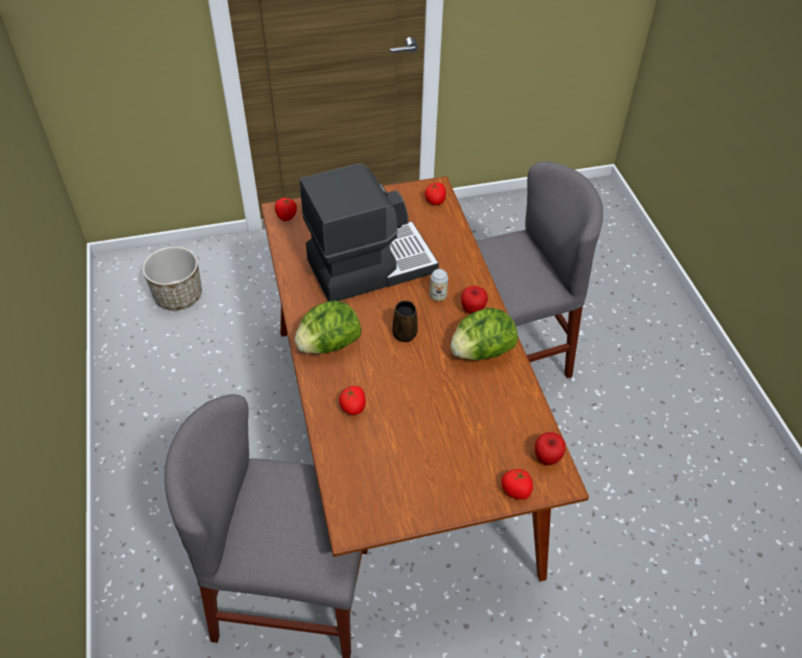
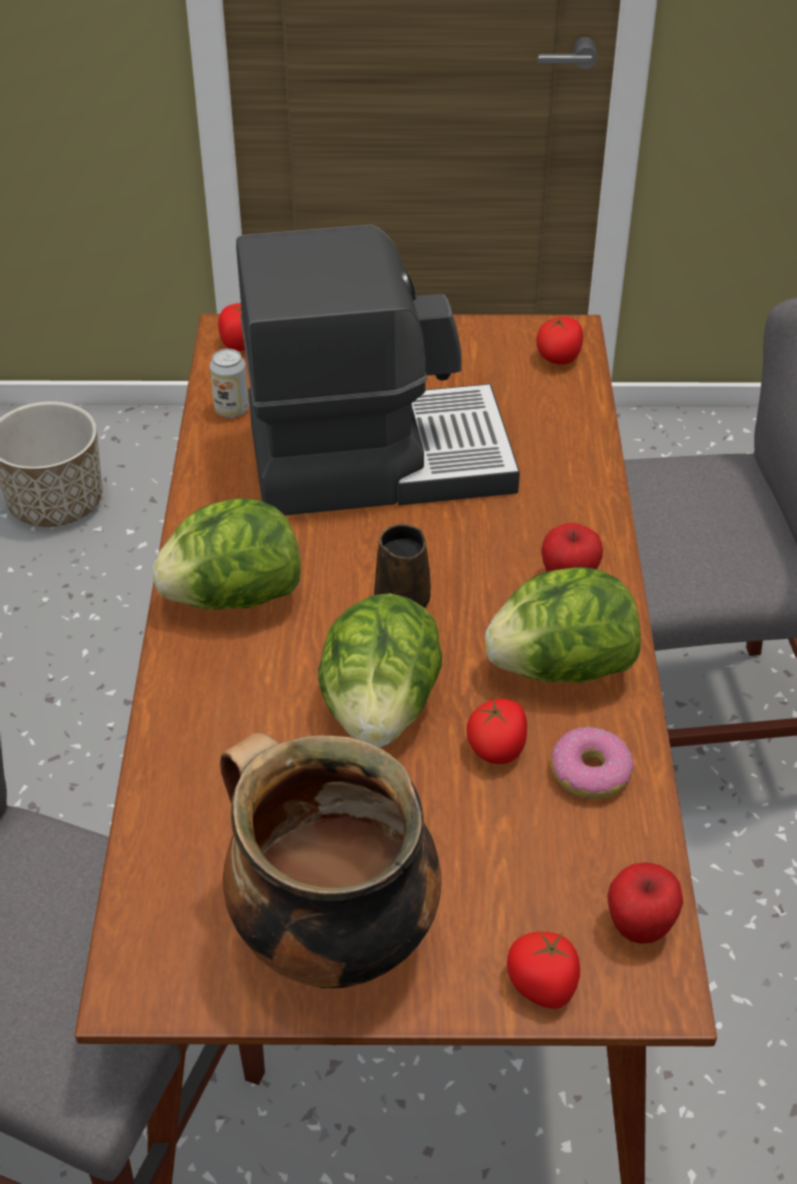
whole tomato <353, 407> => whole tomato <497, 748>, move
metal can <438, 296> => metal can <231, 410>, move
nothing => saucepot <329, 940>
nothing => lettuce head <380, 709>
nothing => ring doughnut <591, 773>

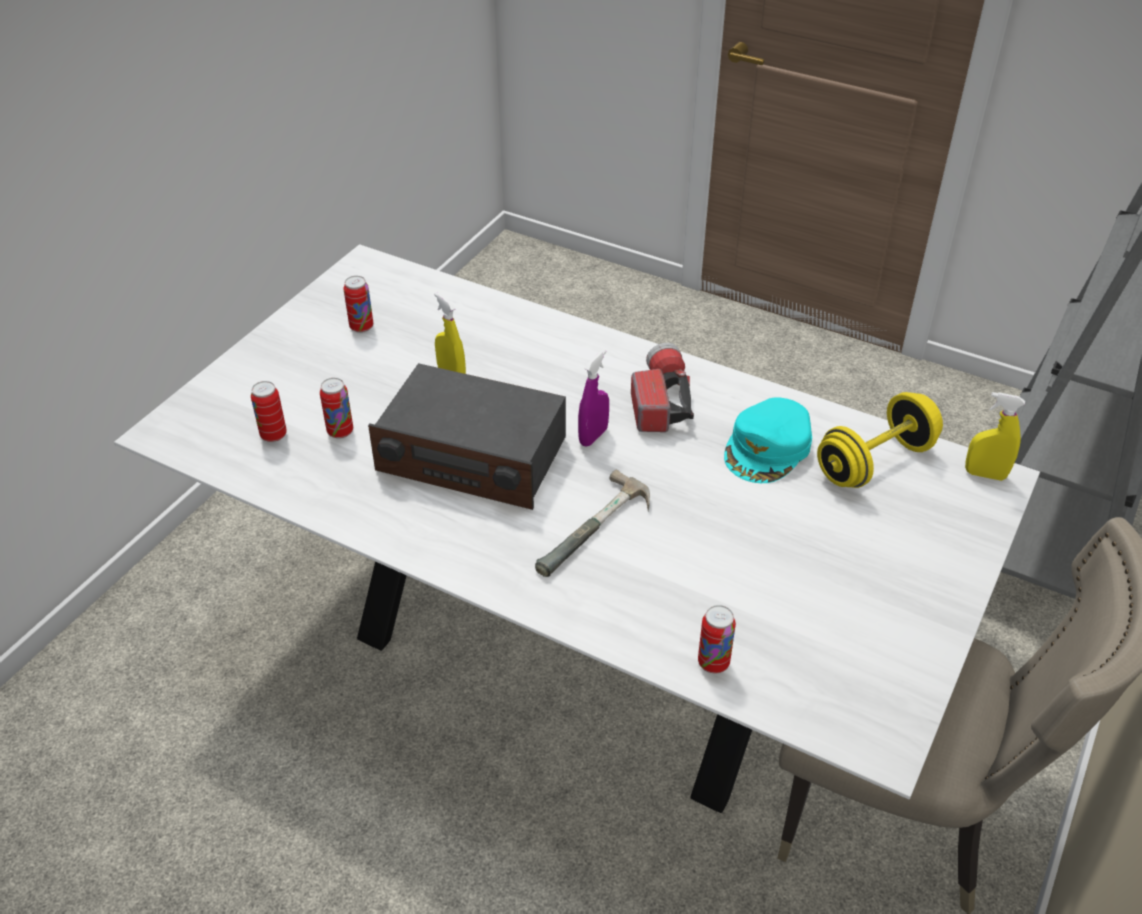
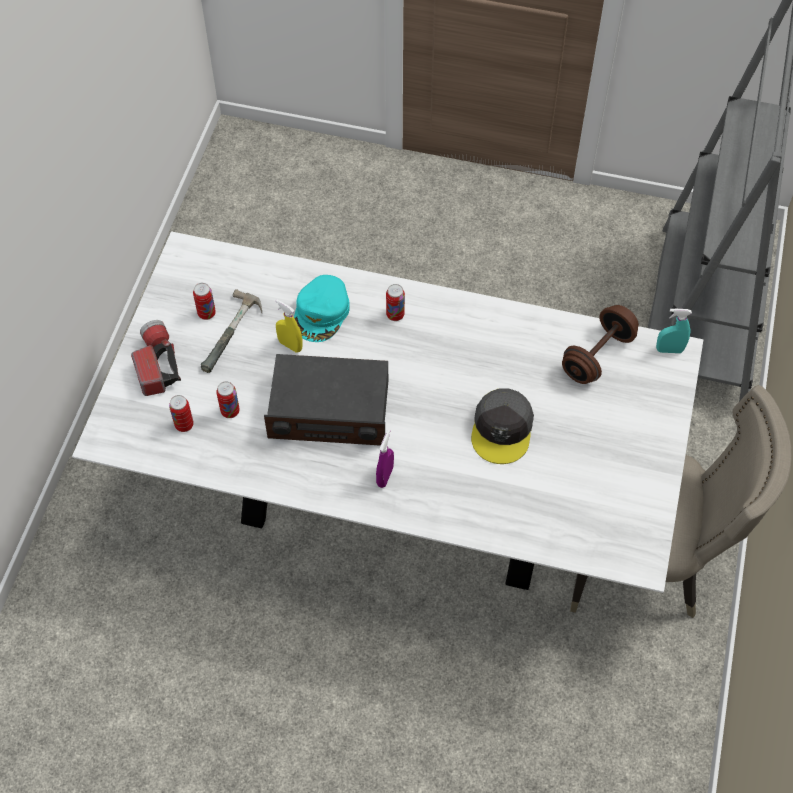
hand hammer <598, 532> => hand hammer <234, 335>, move
purple-coloured sprayer <593, 436> => purple-coloured sprayer <385, 476>, move
torch <660, 401> => torch <156, 364>, move
metal can <713, 663> => metal can <395, 315>, move
turquoise-coloured baseball cap <768, 448> => turquoise-coloured baseball cap <322, 313>, move
yellow dumbbell <874, 462> => brown-coloured dumbbell <597, 356>
yellow sprayer <985, 474> => turquoise-coloured sprayer <669, 350>
nothing => grey baseball cap <502, 429>

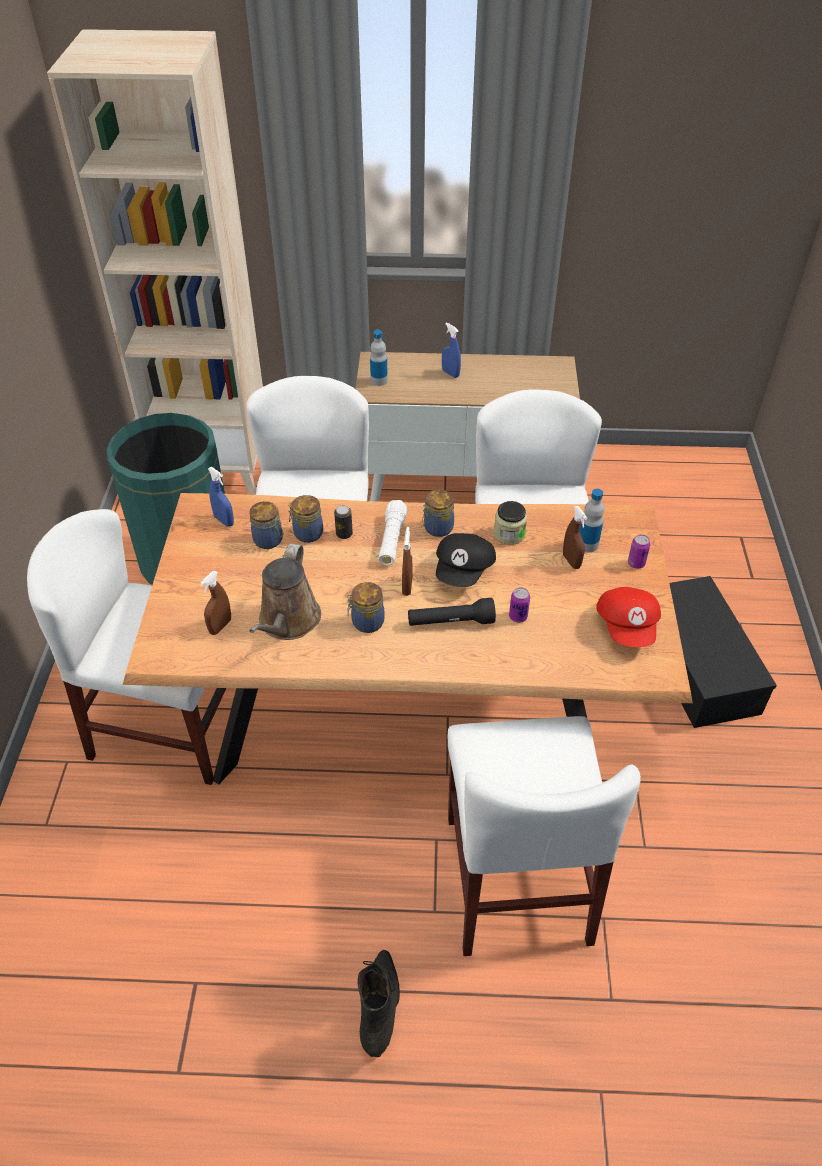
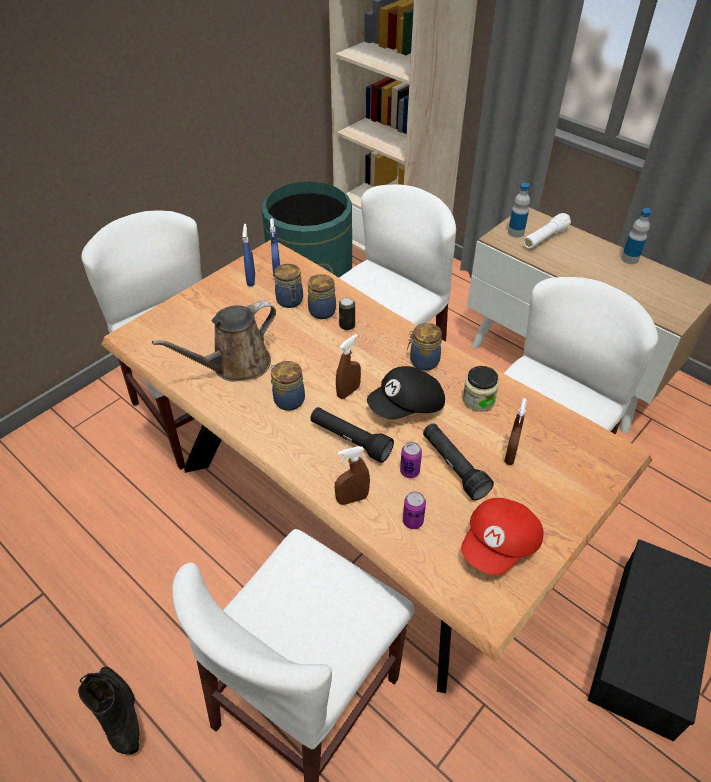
brown-coloured sprayer <220, 626> => brown-coloured sprayer <352, 499>, move
black-coloured boot <381, 1008> => black-coloured boot <122, 713>, 75 degrees counterclockwise
white-coloured torch <392, 540> => white-coloured torch <545, 238>, move
blue-coloured sprayer <450, 373> => blue-coloured sprayer <251, 280>, move
bottle <587, 544> => bottle <629, 259>, move
metal can <636, 563> => metal can <413, 521>, move
nothing => black-coloured torch <453, 467>

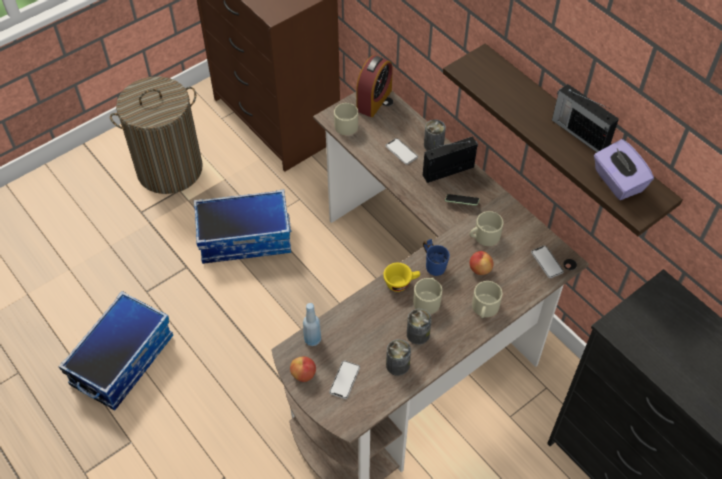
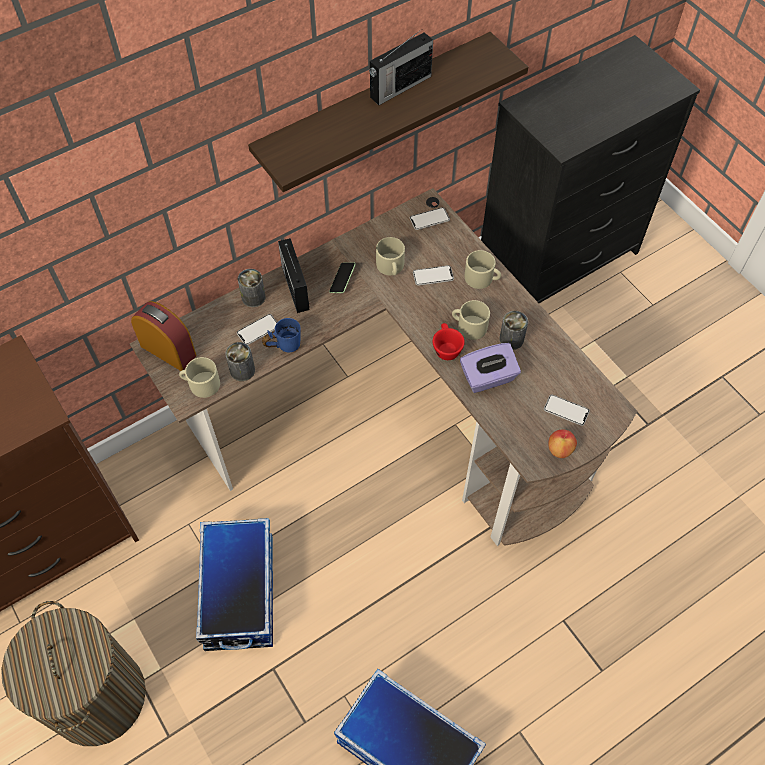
blue-coloured bottle <312, 339> => nothing
yellow drinking cup <401, 283> => red-coloured drinking cup <446, 348>
metal can <397, 365> => metal can <242, 370>, move
blue-coloured tea mug <435, 264> => blue-coloured tea mug <283, 344>, move
apple <480, 269> => phone <433, 276>
purple-coloured box of tissues <617, 182> => purple-coloured box of tissues <488, 378>, move

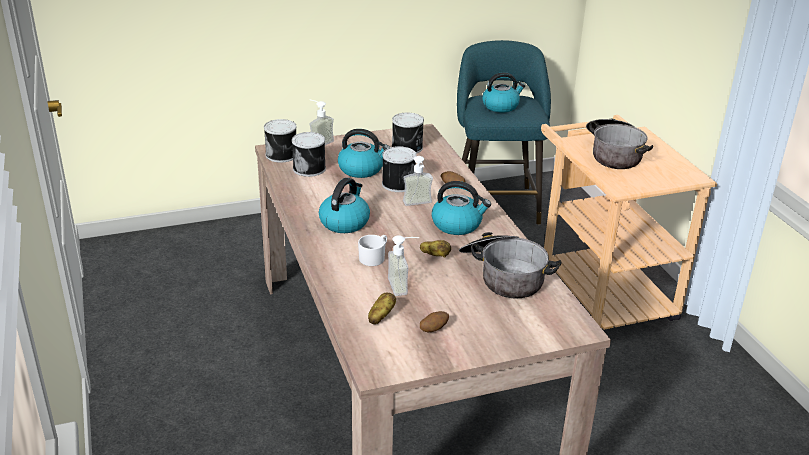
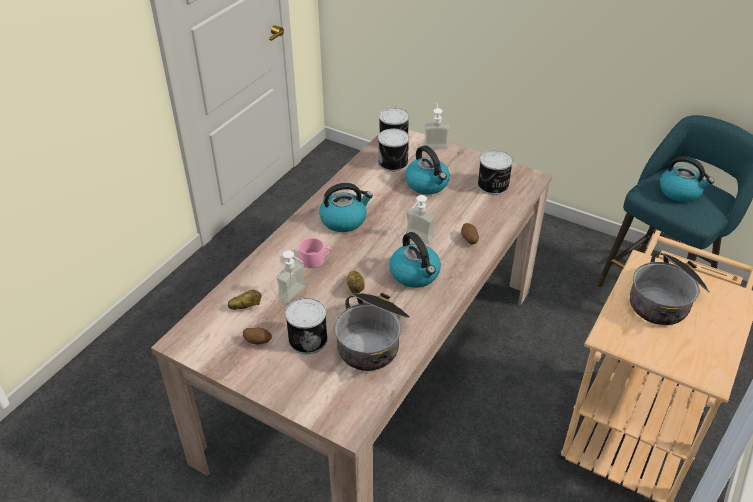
white-coloured tea mug <374, 257> => pink-coloured tea mug <316, 260>
metal can <397, 183> => metal can <308, 338>, move

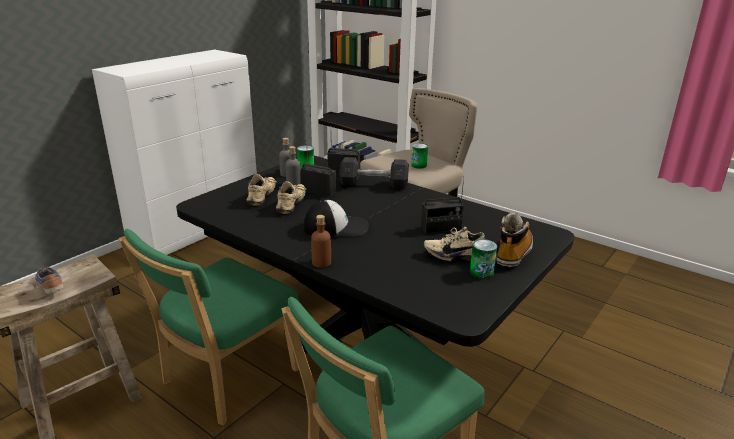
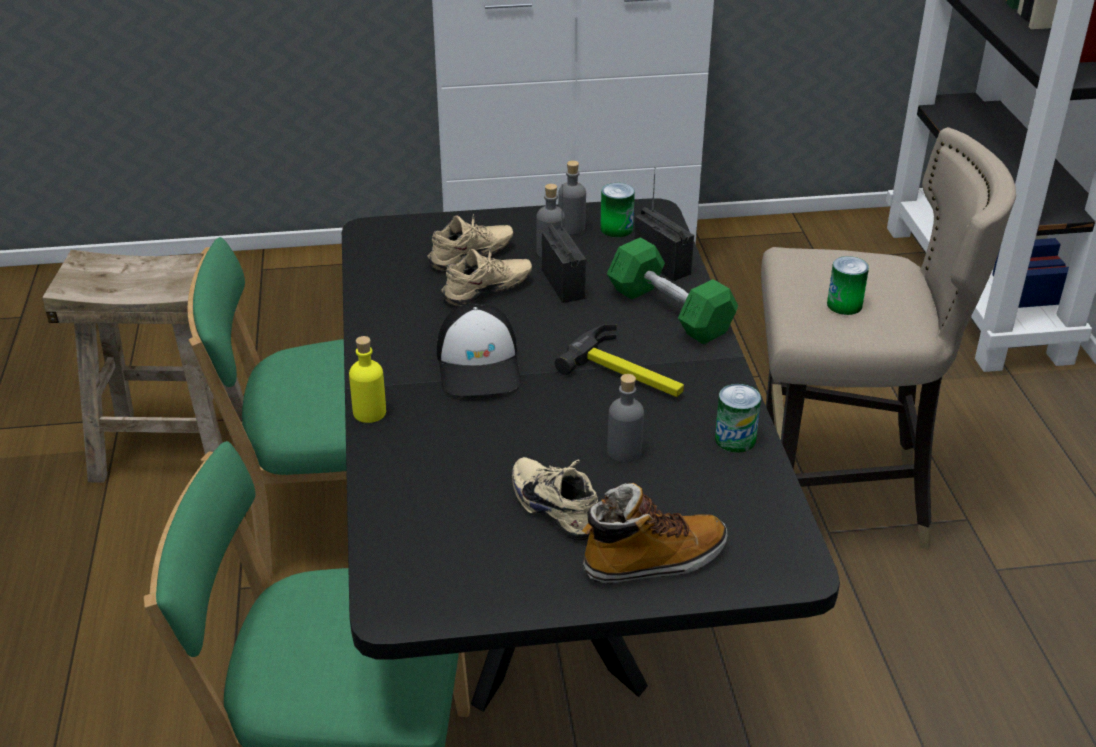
shoe <51, 287> => nothing
baseball cap <336, 227> => baseball cap <480, 365>, 45 degrees clockwise
brown-coloured bottle <321, 262> => yellow bottle <369, 412>
grey dumbbell <374, 184> => green dumbbell <669, 311>
radio set <441, 228> => grey bottle <624, 451>
metal can <481, 272> => metal can <735, 439>, move
nothing => hand hammer <629, 373>

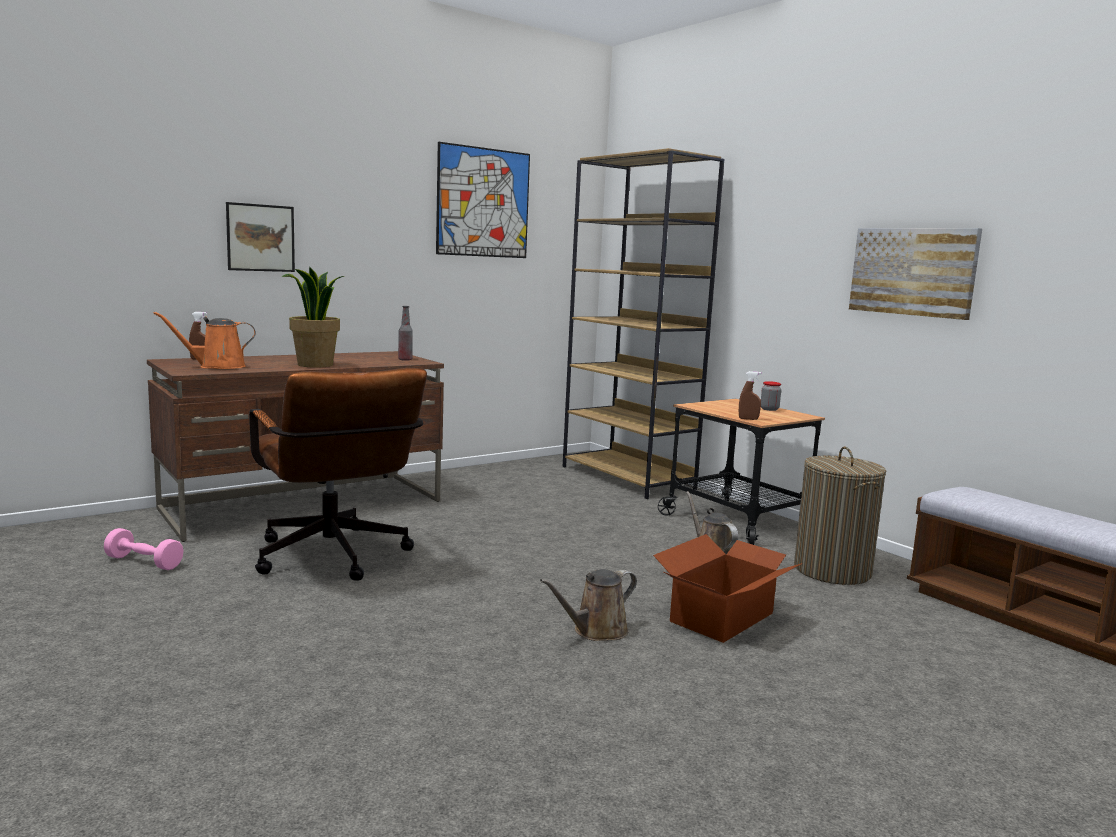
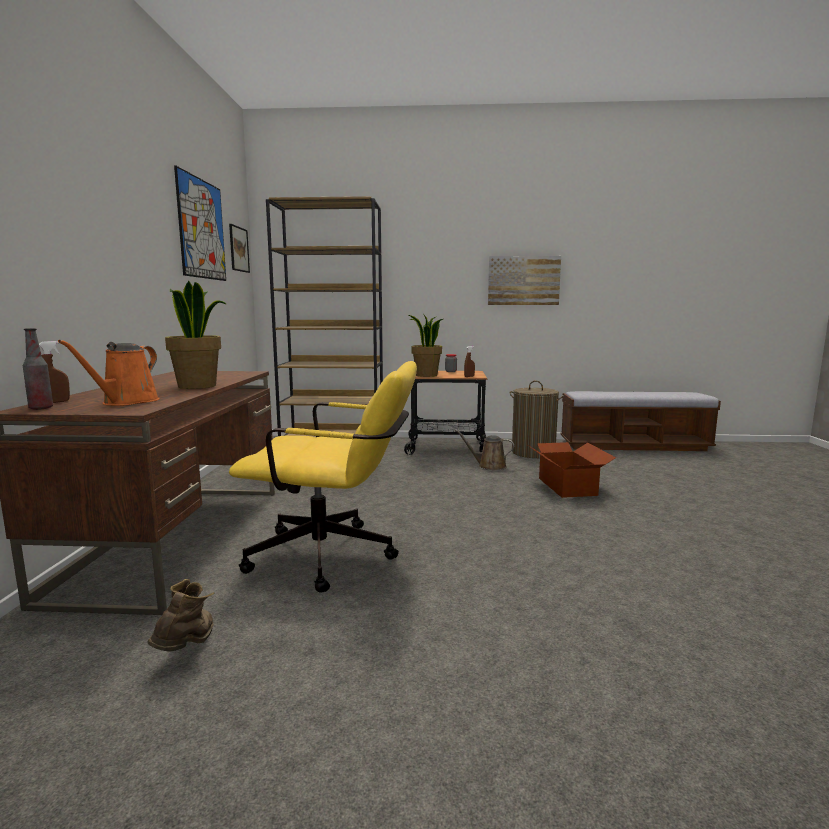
pink-coloured dumbbell <144, 562> => brown-coloured boot <187, 649>
wall art <260, 238> => wall art <239, 249>, move
brown-coloured desk chair <335, 560> => yellow desk chair <334, 556>
bottle <405, 359> => bottle <41, 408>, move
brown-coloured watering can <596, 631> => nothing
nothing => potted plant <426, 375>

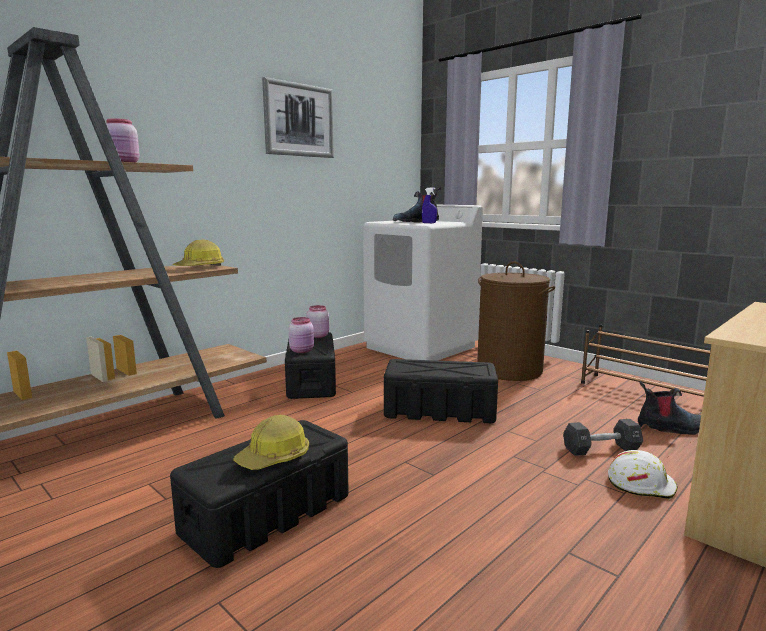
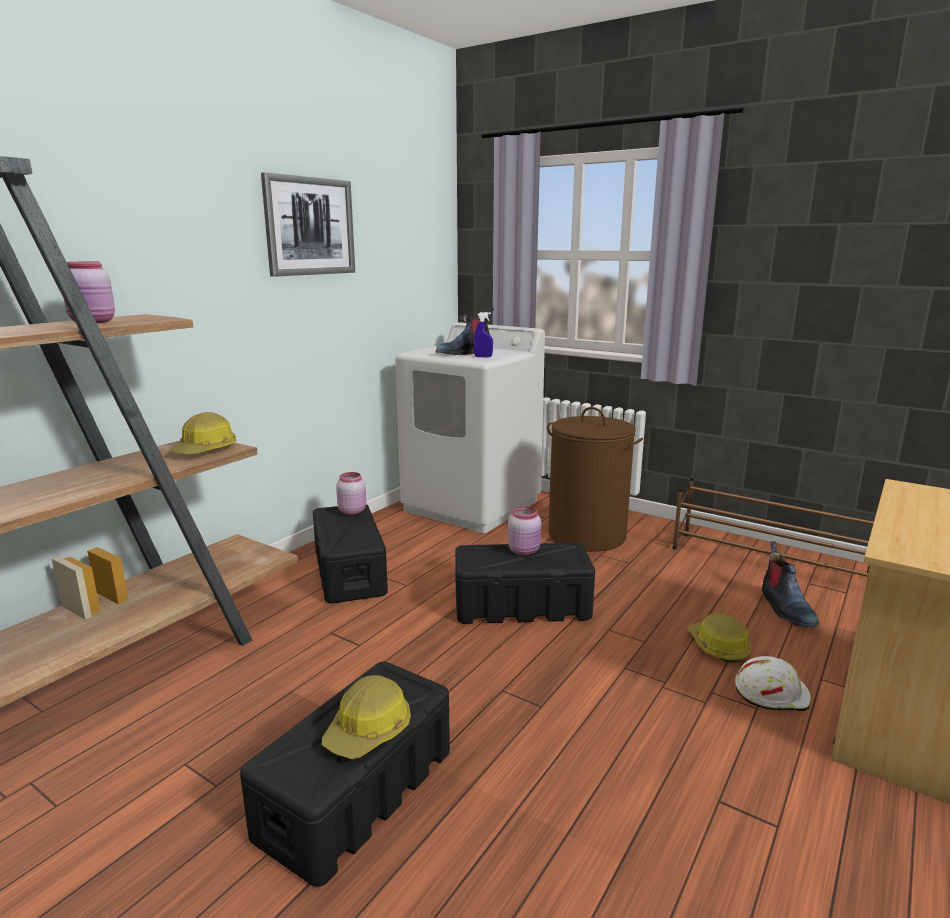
pink-coloured preserve jar <302, 351> => pink-coloured preserve jar <524, 551>, move
black-coloured dumbbell <601, 449> => hard hat <718, 647>
boot <672, 428> => boot <785, 608>, 90 degrees clockwise

